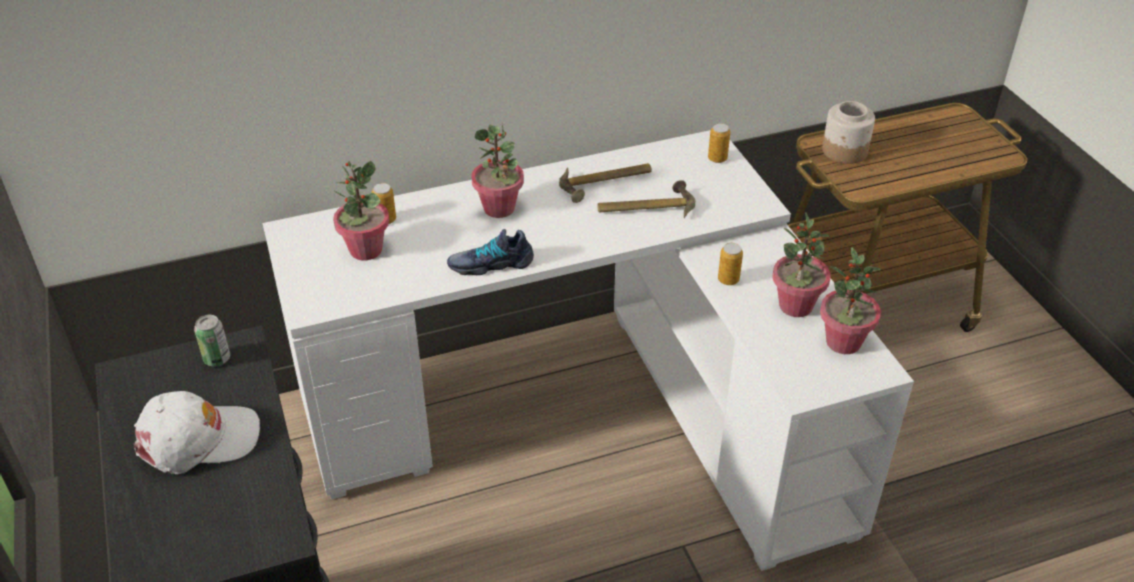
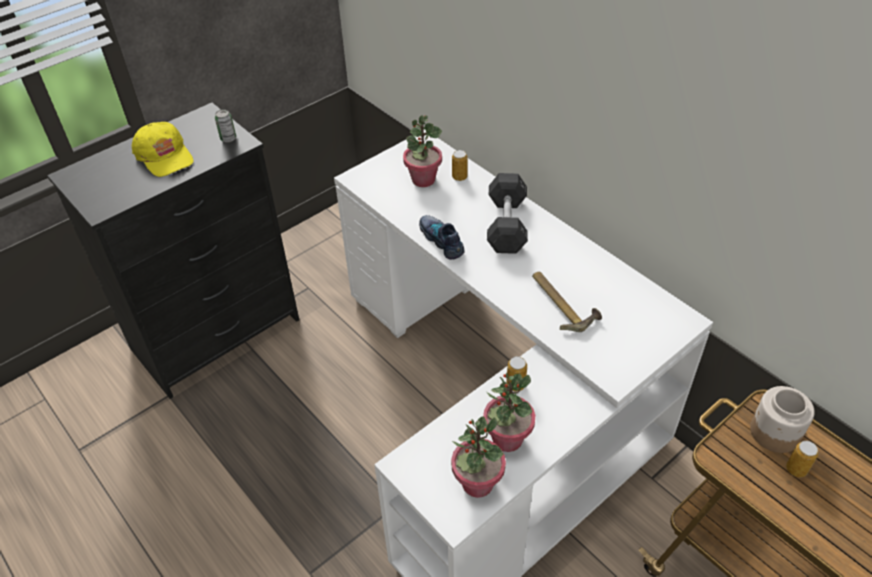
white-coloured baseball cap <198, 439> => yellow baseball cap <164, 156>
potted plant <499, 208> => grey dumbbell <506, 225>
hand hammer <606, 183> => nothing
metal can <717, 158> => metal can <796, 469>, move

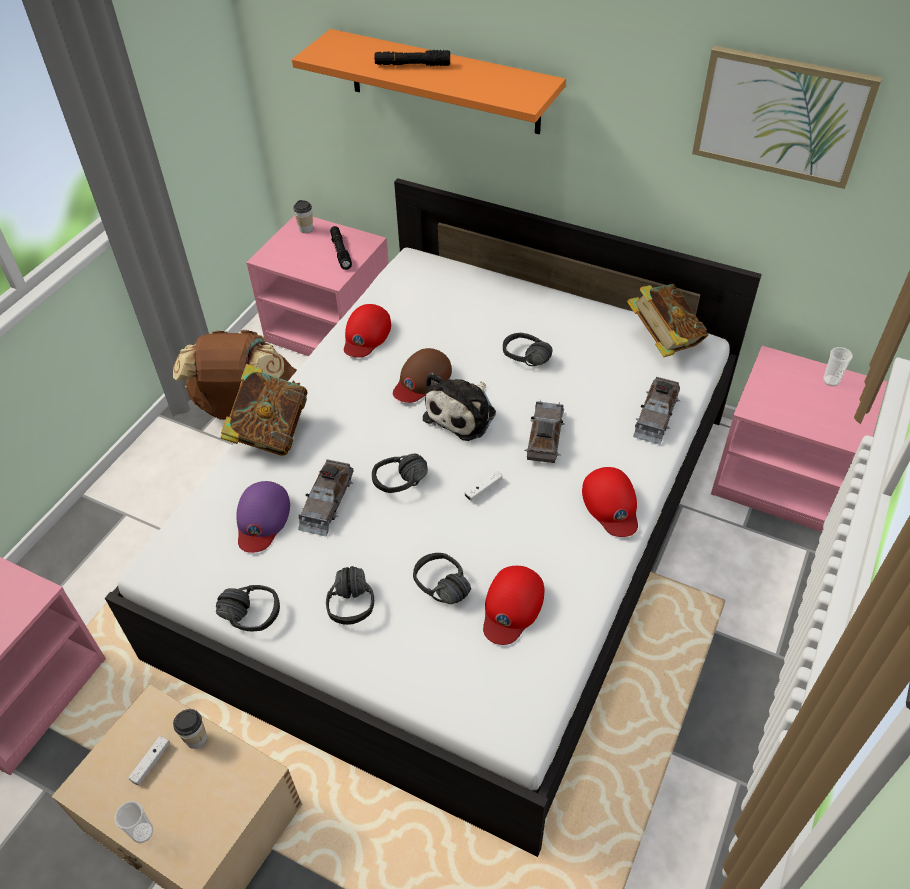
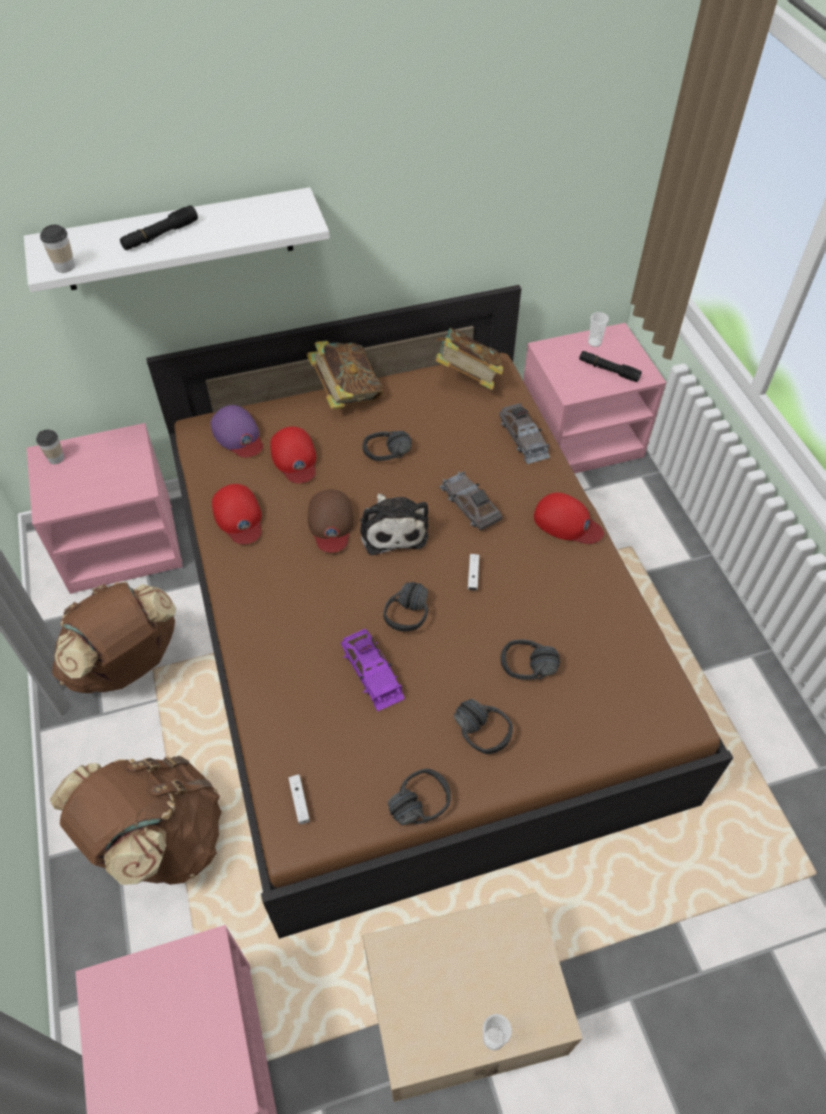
white-coloured bed <457, 528> => brown-coloured bed <412, 630>
white-coloured joypad <151, 763> => white-coloured joypad <299, 801>, move
drinking cup <196, 739> => drinking cup <65, 266>, move
volume <269, 433> => volume <346, 394>, move
purple-coloured baseball cap <262, 519> => purple-coloured baseball cap <238, 435>, move
orange wall shelf <443, 82> => white-coloured wall shelf <177, 240>
grey toy car <326, 502> => purple-coloured toy car <372, 673>
black-coloured torch <340, 252> => black-coloured torch <608, 370>, move
red-coloured baseball cap <512, 607> => red-coloured baseball cap <295, 458>, move
wall art <781, 116> => nothing
nothing => brown-coloured rucksack <159, 839>

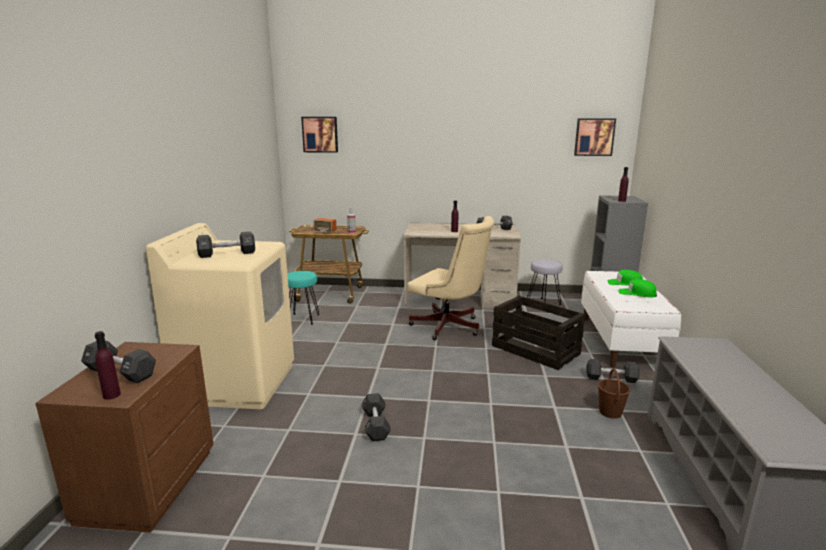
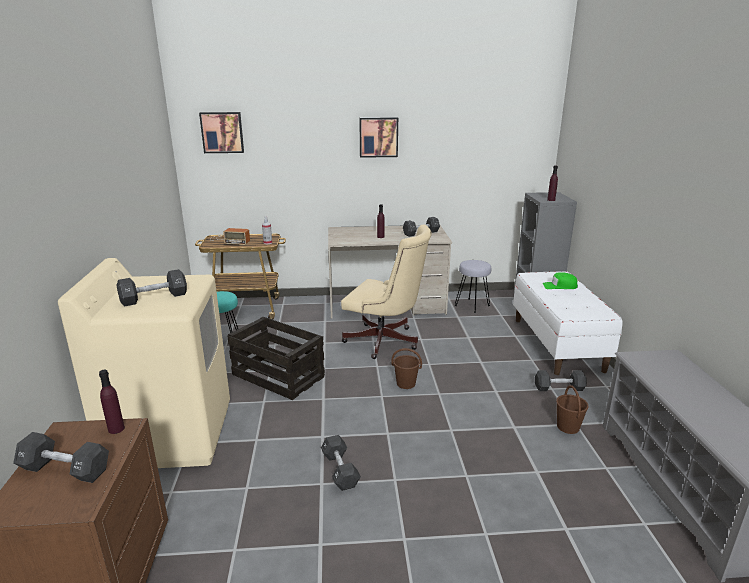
purple-coloured bottle <111, 395> => purple-coloured bottle <116, 429>, move
packing crate <536, 350> => packing crate <279, 376>, move
wall art <594, 137> => wall art <378, 137>, move
green baseball cap <637, 293> => nothing
nothing => brown-coloured bucket <406, 384>

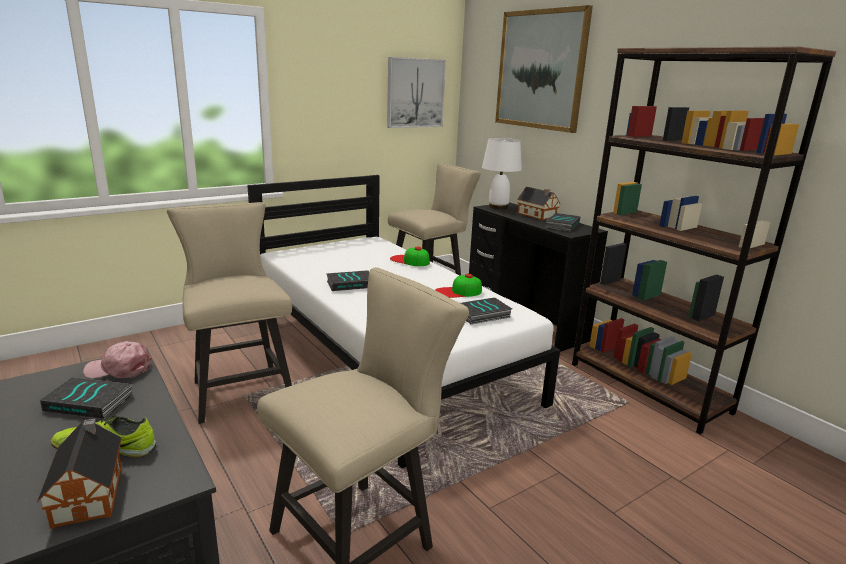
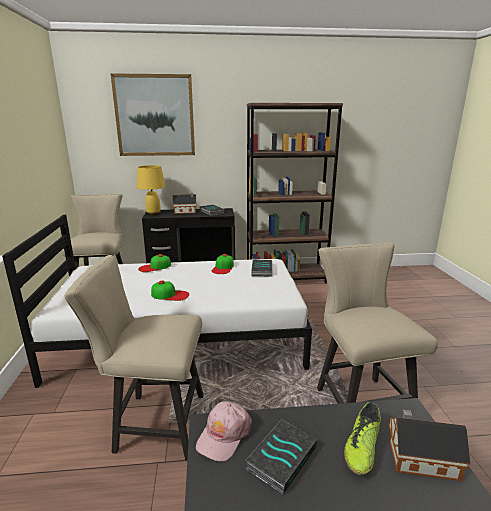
volume <350, 284> => baseball cap <170, 295>
wall art <415, 93> => nothing
white-coloured lamp for a table <498, 206> => yellow lamp for a table <153, 214>

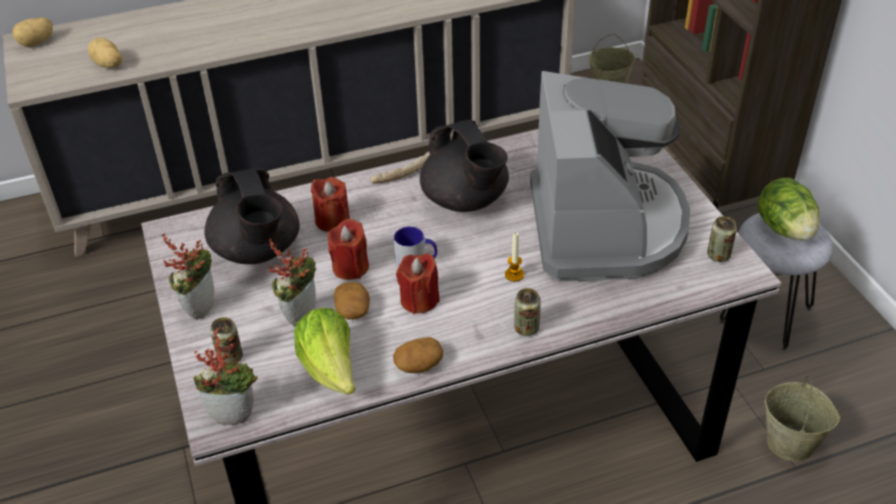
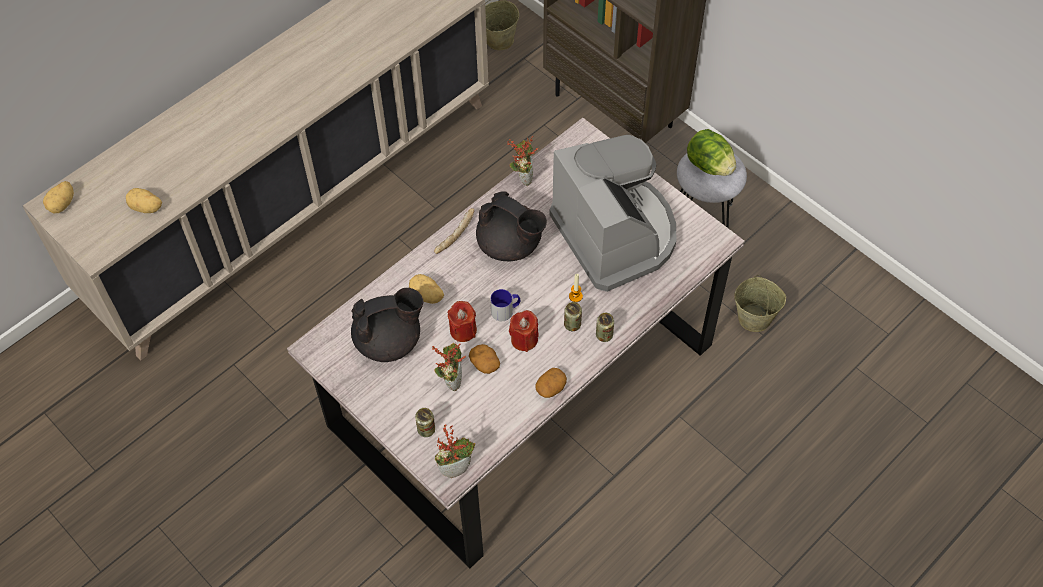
potted plant <199, 307> => potted plant <523, 177>, move
black-coloured pot for tea <257, 251> => black-coloured pot for tea <389, 341>, 60 degrees counterclockwise
lettuce head <331, 370> => nothing
red-coloured wax light <332, 220> => spud <426, 296>
metal can <718, 255> => metal can <572, 325>, move

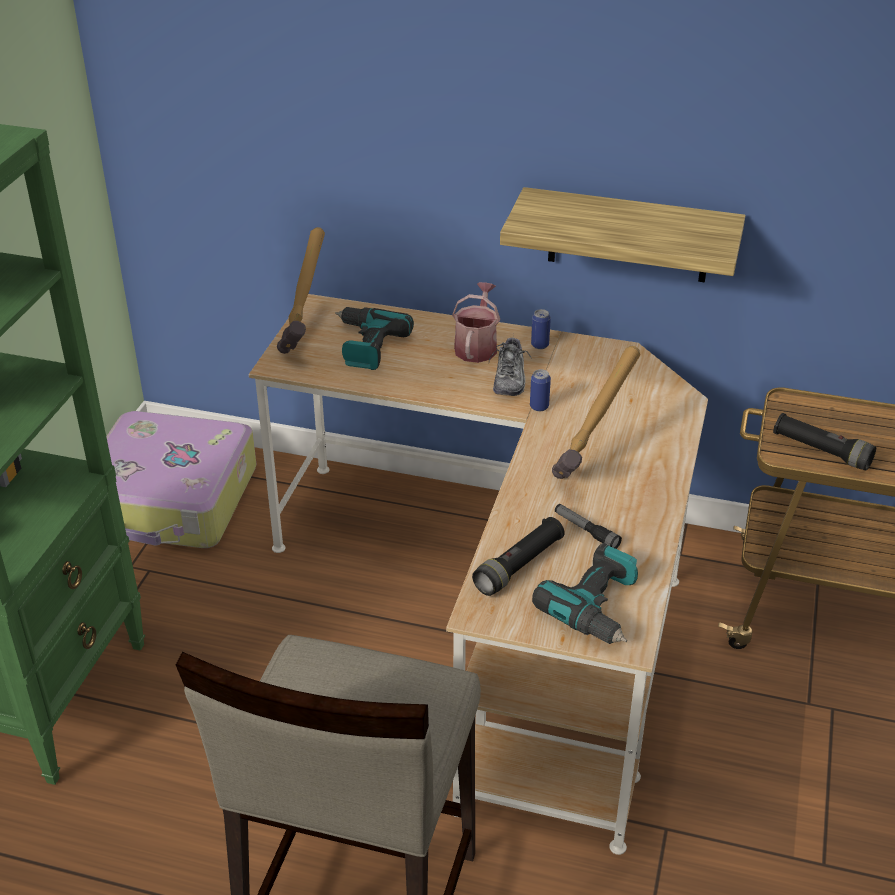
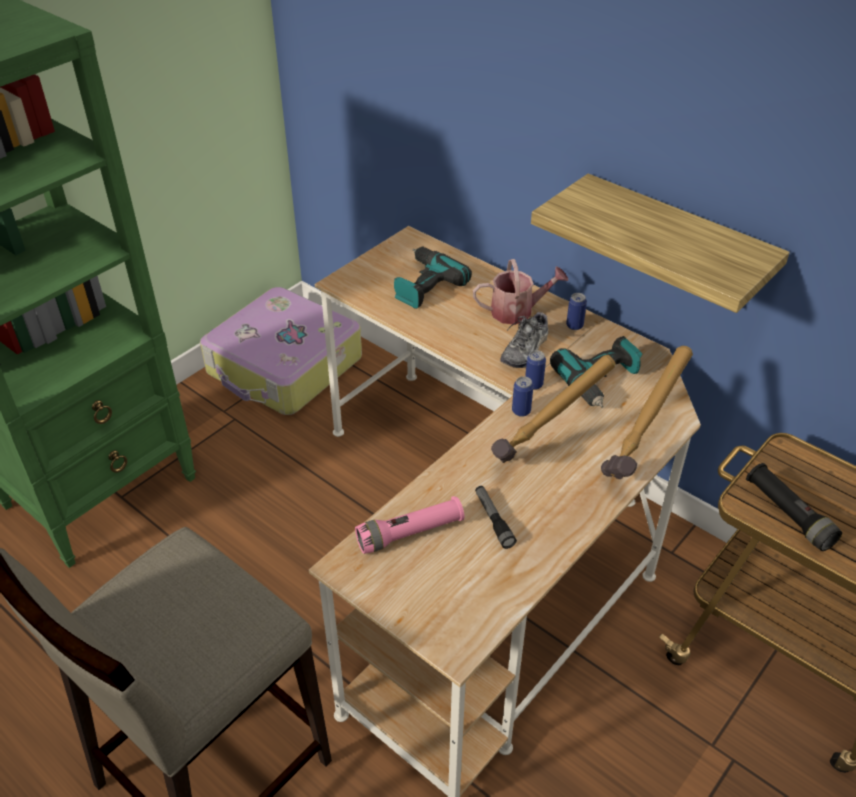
hand hammer <310, 336> => hand hammer <642, 460>, move
watering can <477, 346> => watering can <517, 311>, 45 degrees clockwise
black-coloured torch <519, 566> => pink-coloured torch <410, 533>
drill <598, 607> => drill <600, 381>, move
nothing => metal can <521, 411>

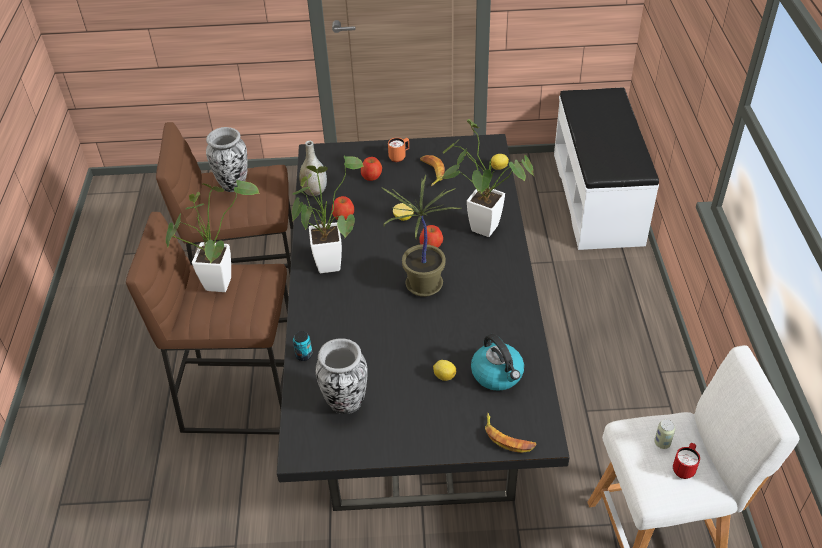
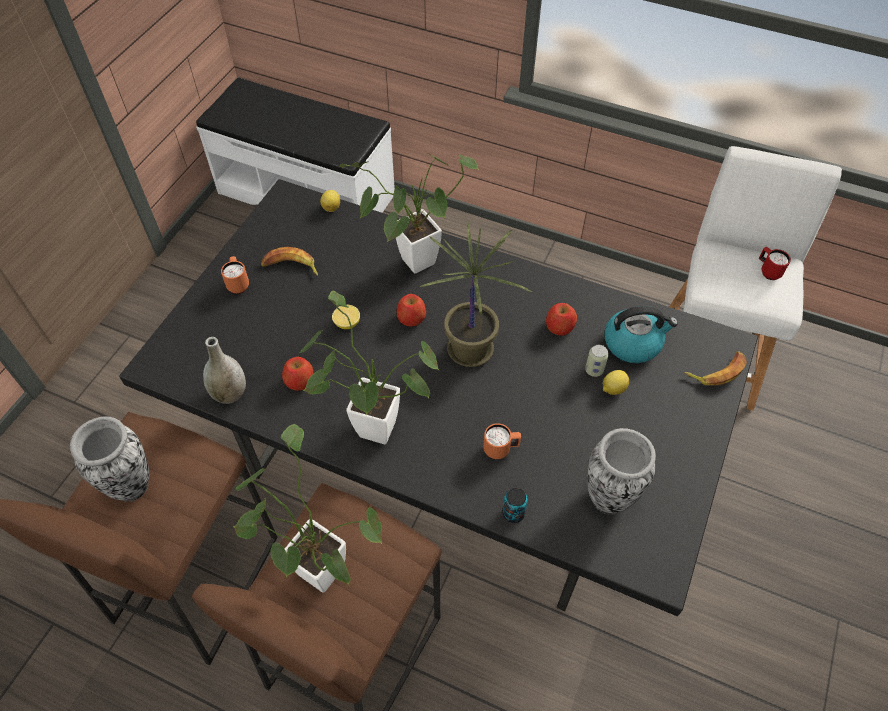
apple <372, 176> => apple <559, 326>, move
metal can <662, 443> => metal can <594, 370>, move
nothing => orange tea mug <501, 449>

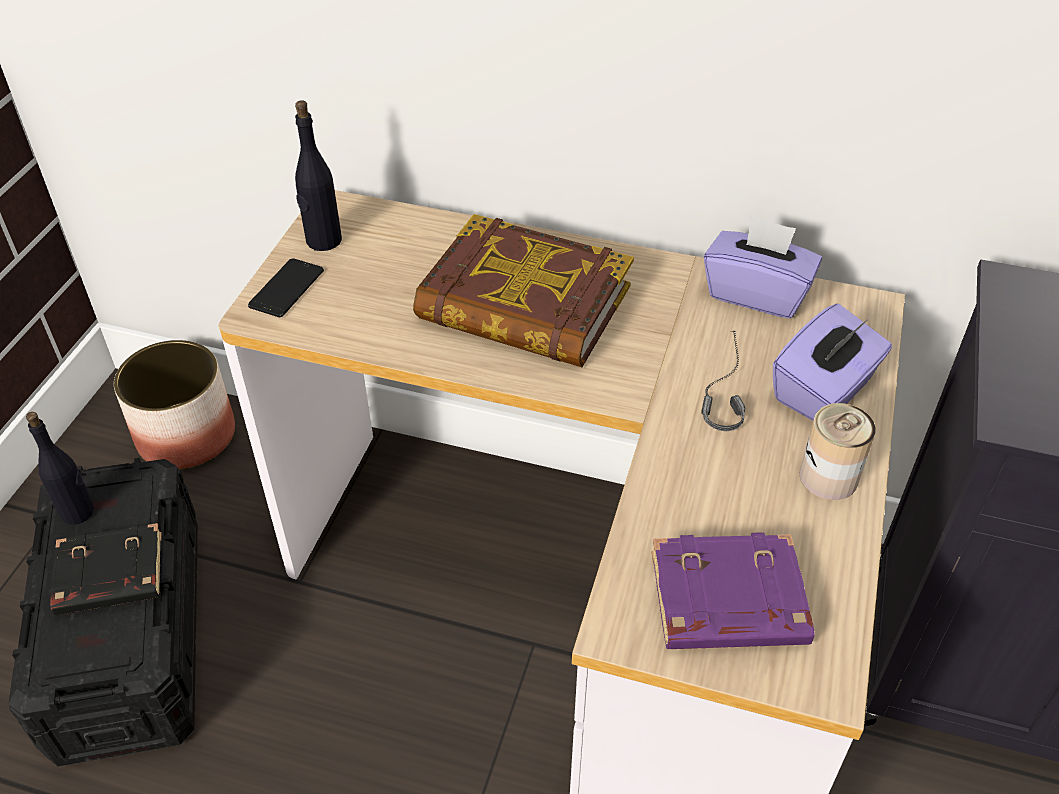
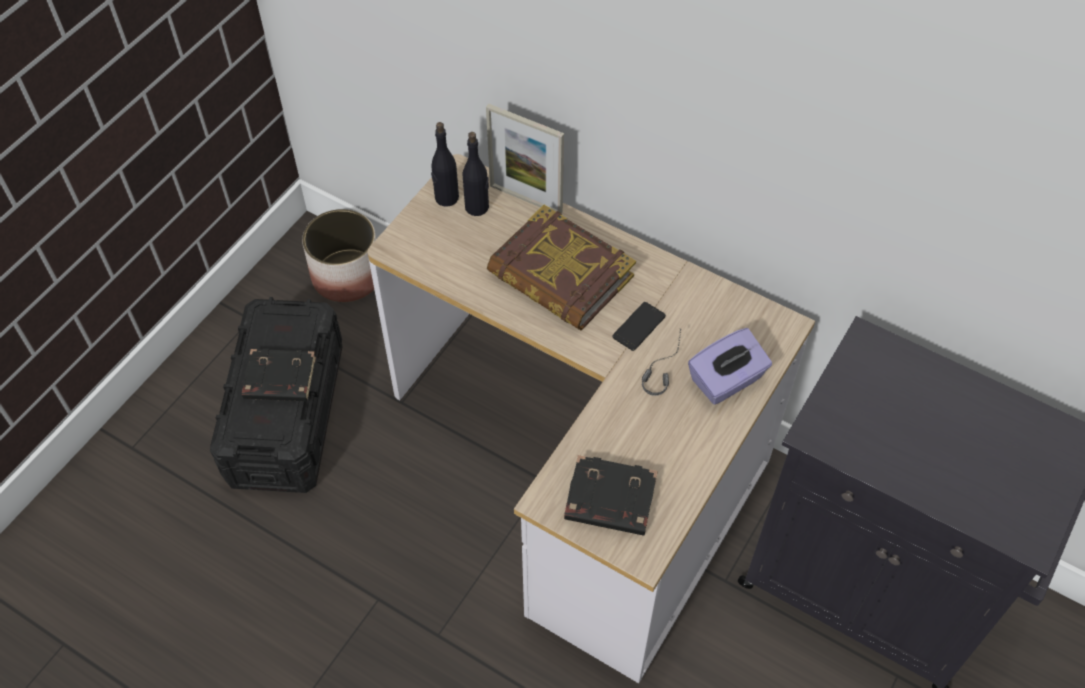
black-coloured bottle <78, 512> => black-coloured bottle <477, 207>, move
phone <286, 288> => phone <639, 326>, move
purple-coloured volume <726, 602> => black-coloured volume <609, 500>
purple-coloured box of tissues <757, 293> => nothing
metal can <828, 477> => nothing
nothing => picture frame <525, 199>

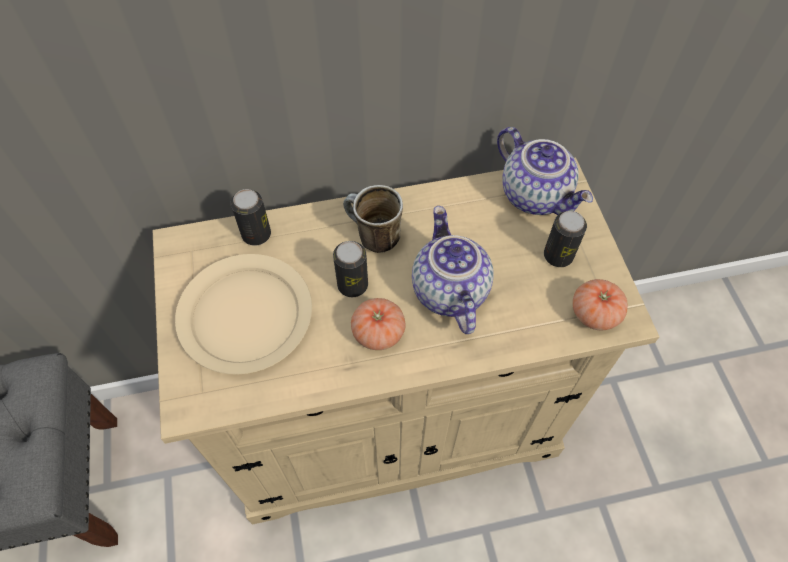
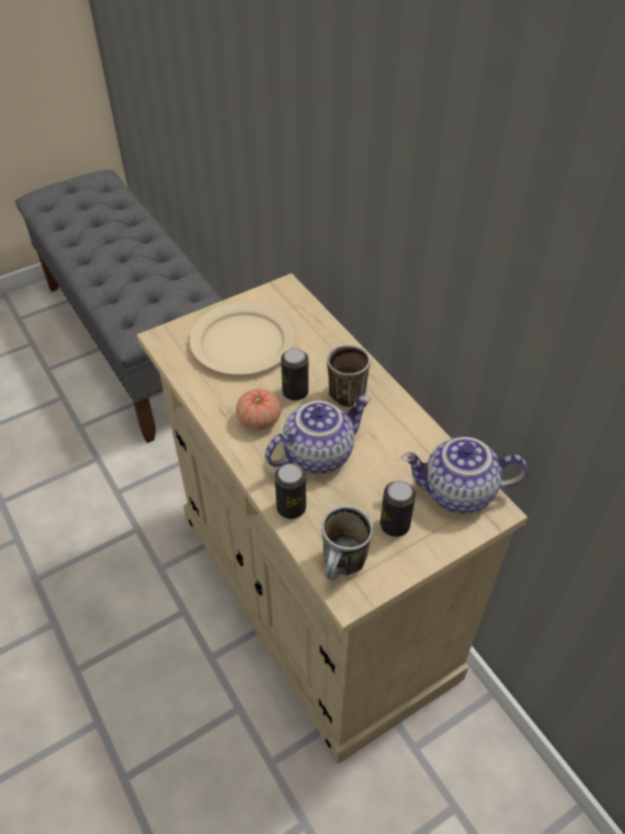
metal can <256, 234> => metal can <291, 508>, move
pot for tea <536, 195> => pot for tea <457, 493>, 60 degrees clockwise
whole tomato <594, 313> => tea mug <343, 567>

